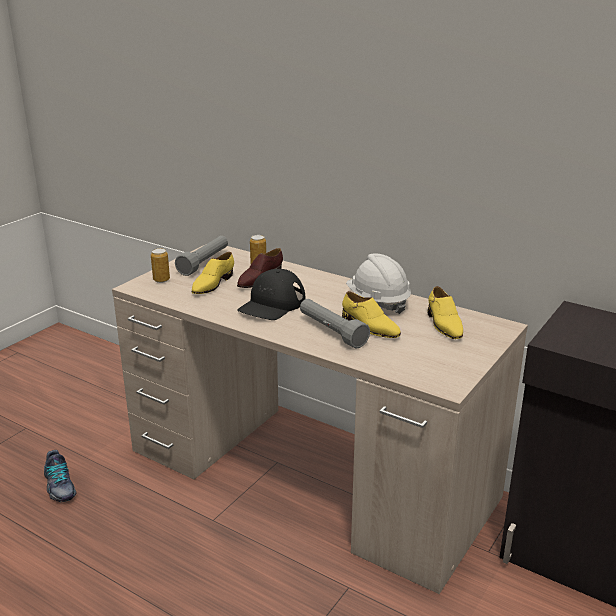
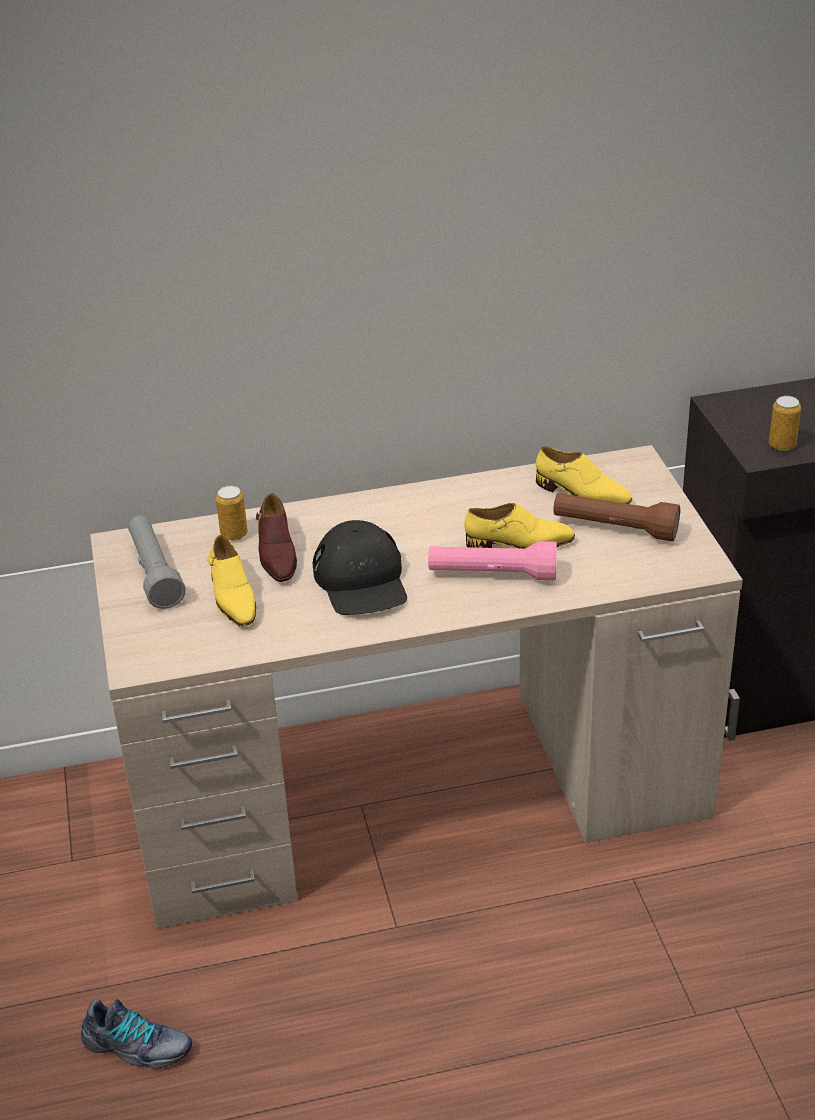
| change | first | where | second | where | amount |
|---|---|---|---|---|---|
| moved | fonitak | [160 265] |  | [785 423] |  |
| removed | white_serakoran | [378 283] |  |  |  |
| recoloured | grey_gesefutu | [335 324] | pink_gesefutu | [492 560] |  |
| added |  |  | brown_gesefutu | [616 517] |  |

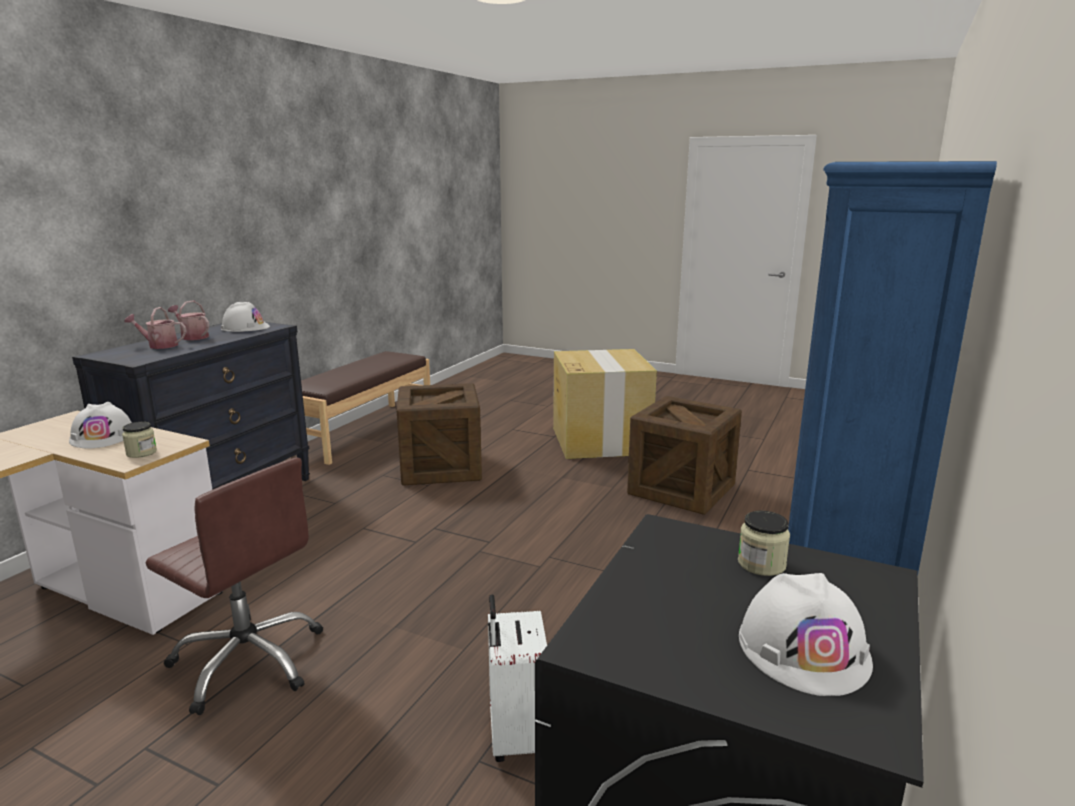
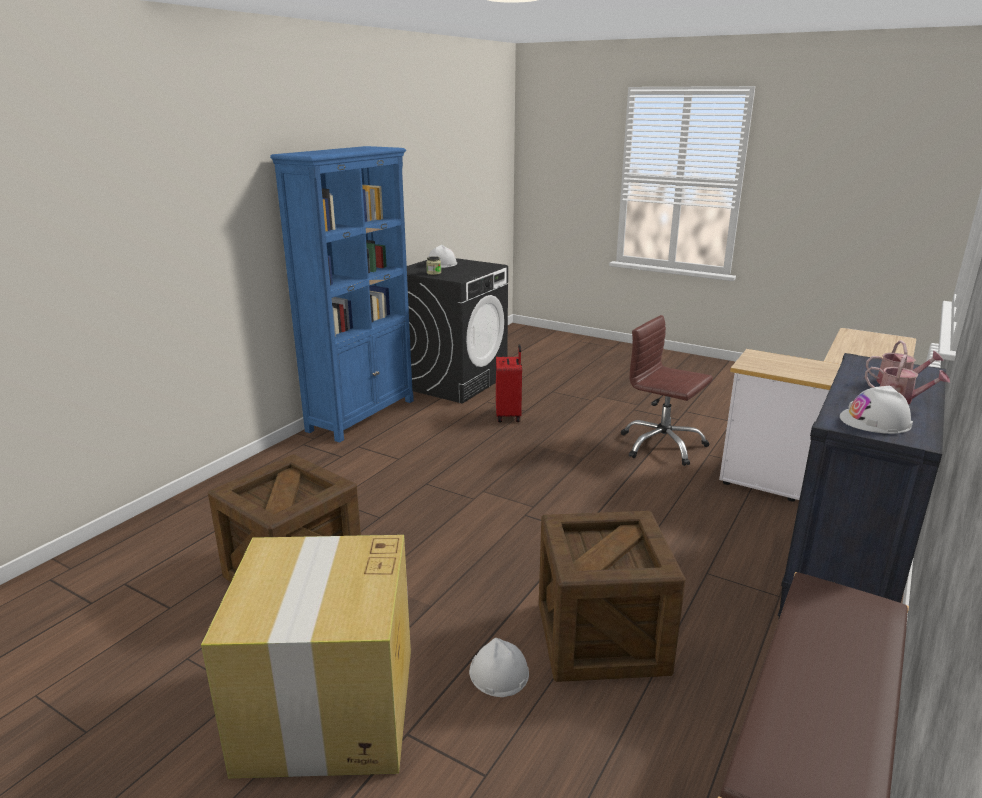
| change | first | where | second | where | amount |
|---|---|---|---|---|---|
| moved | white_serakoran | [100 425] |  | [499 667] |  |
| removed | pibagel | [139 440] |  |  |  |
| recoloured | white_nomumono | [517 678] | red_nomumono | [509 383] |  |

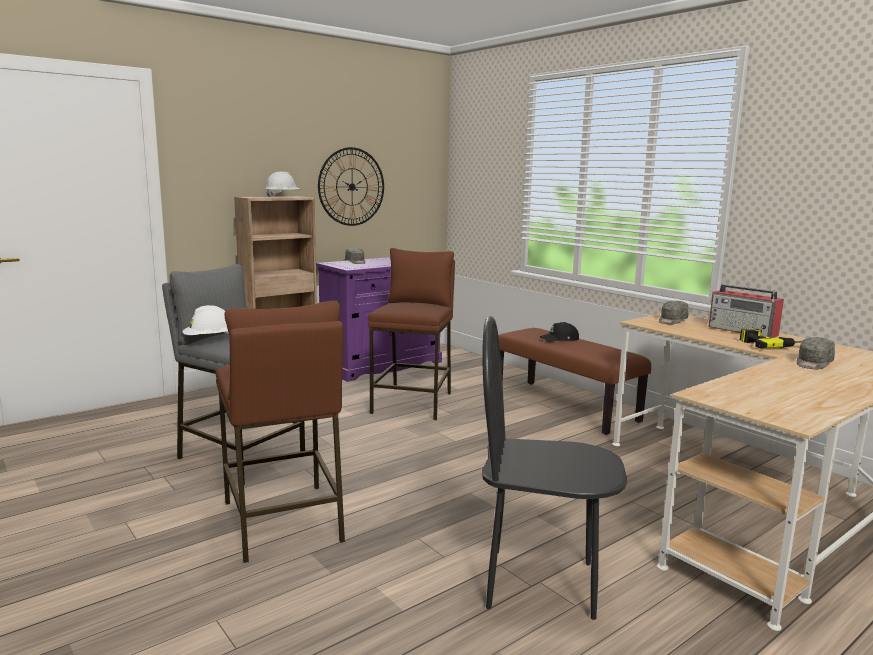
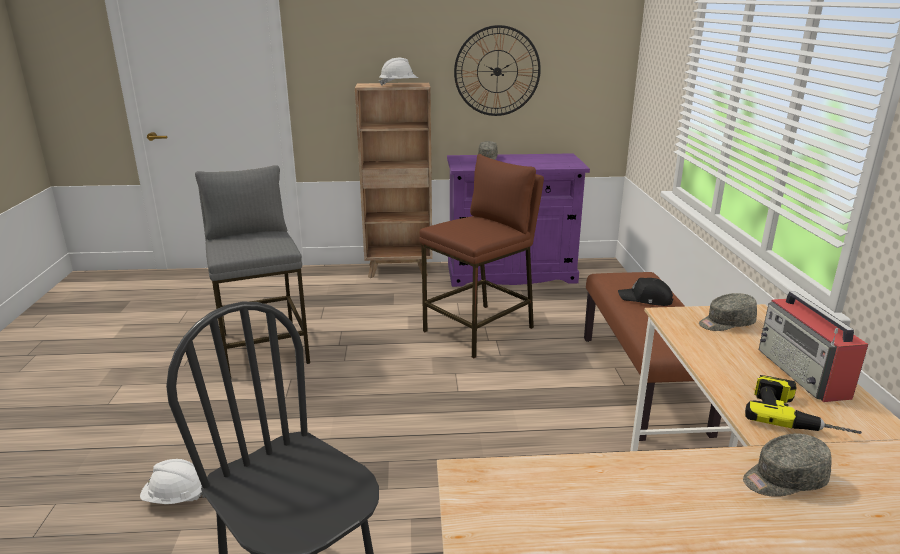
| change | first | where | second | where | amount |
|---|---|---|---|---|---|
| removed | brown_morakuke | [280 432] |  |  |  |
| moved | white_serakoran | [206 320] |  | [172 481] |  |

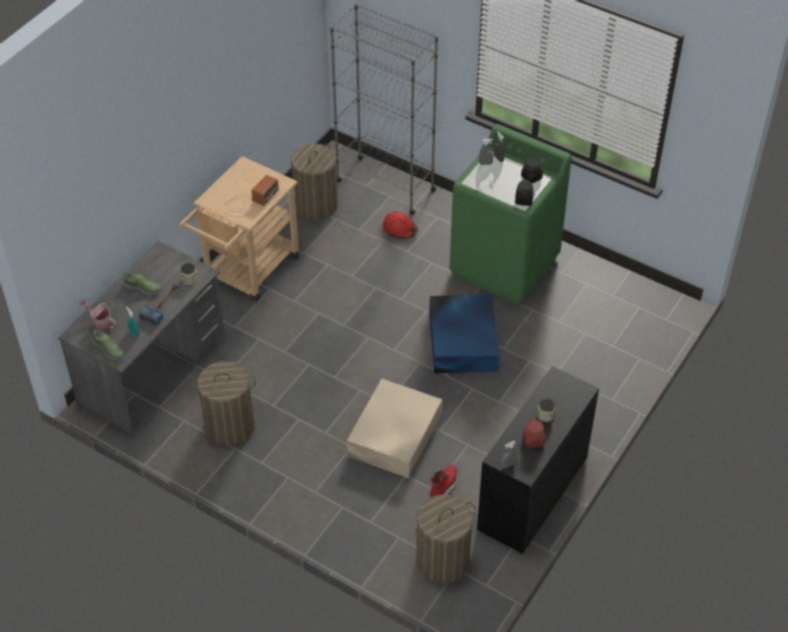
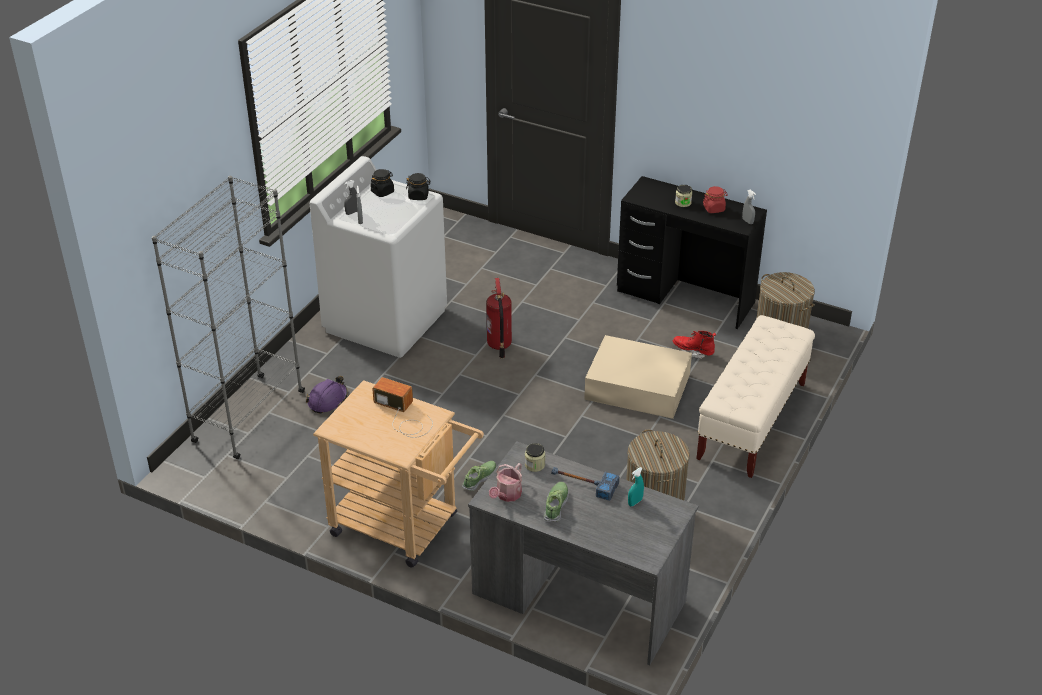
| change | first | where | second | where | amount |
|---|---|---|---|---|---|
| recoloured | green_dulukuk | [511 214] | white_dulukuk | [378 257] |  |
| removed | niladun | [314 182] |  |  |  |
| recoloured | red_serakoran | [400 225] | purple_serakoran | [327 395] |  |
| replaced | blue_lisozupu | [464 334] | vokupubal | [499 318] |  |
| moved | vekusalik | [98 315] |  | [505 482] |  |
| moved | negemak | [108 343] |  | [479 476] |  |
| added |  |  | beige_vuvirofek | [755 396] |  |

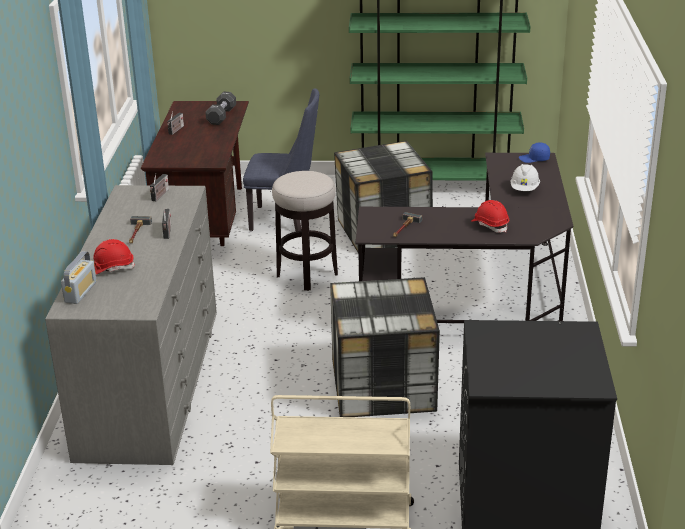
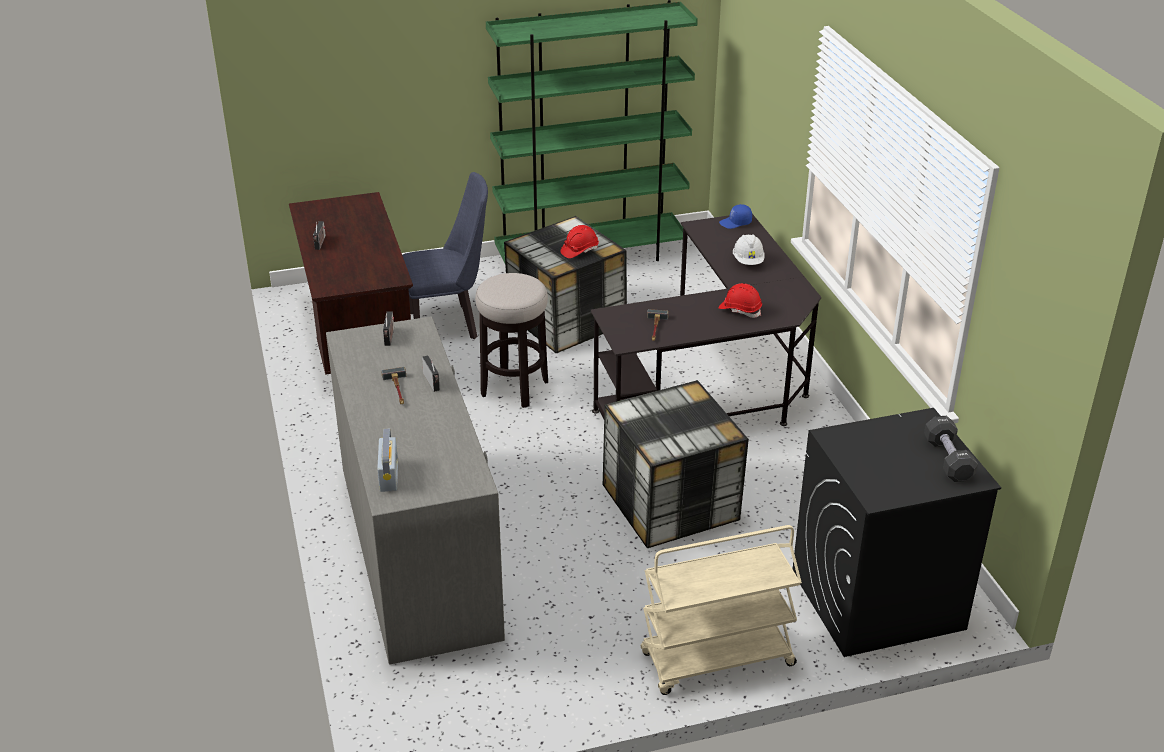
| change | first | where | second | where | amount |
|---|---|---|---|---|---|
| moved | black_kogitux | [220 108] |  | [951 449] |  |
| moved | red_serakoran | [114 256] |  | [580 241] |  |

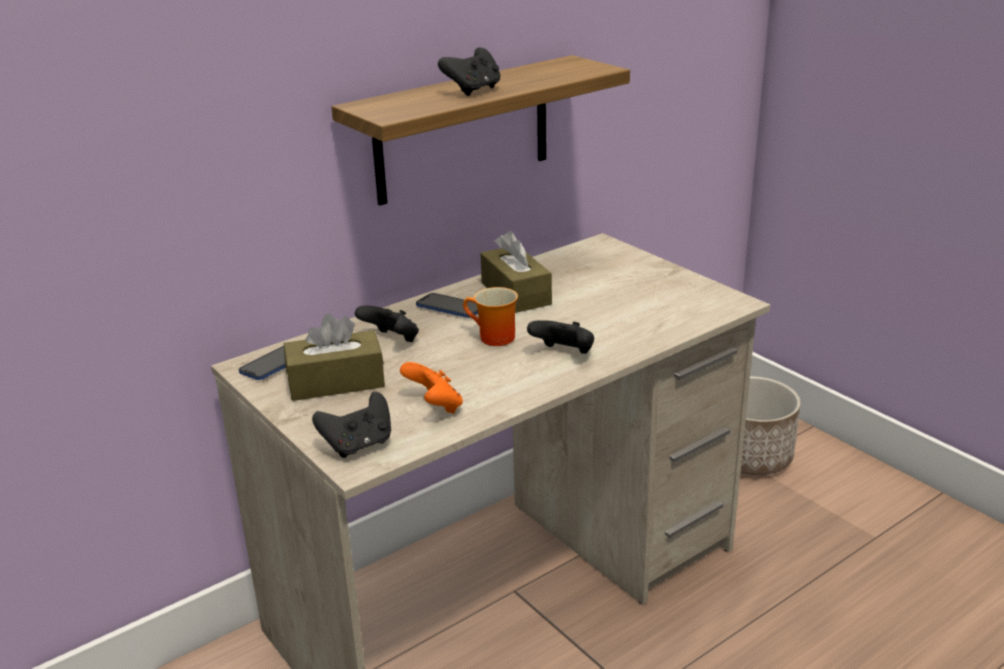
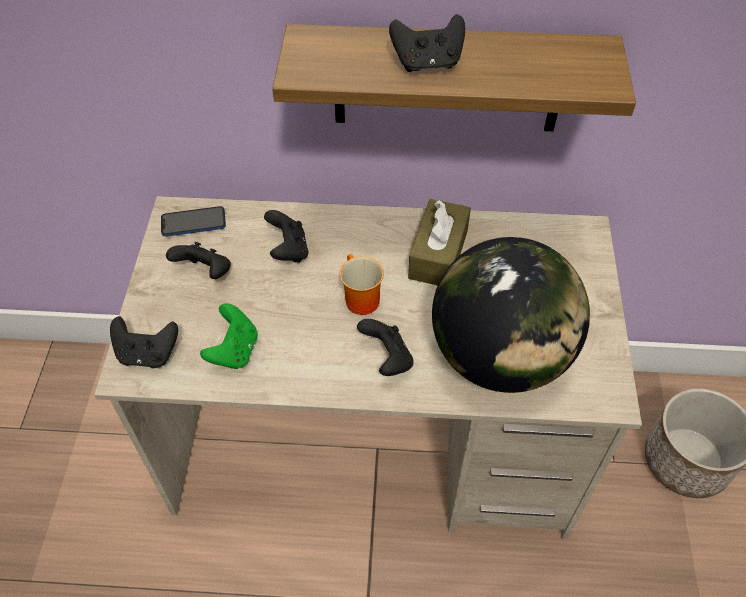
| change | first | where | second | where | amount |
|---|---|---|---|---|---|
| removed | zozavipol | [447 305] |  |  |  |
| replaced | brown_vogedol | [334 357] | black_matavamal | [198 260] |  |
| recoloured | orange_matavamal | [431 388] | green_matavamal | [229 336] |  |
| added |  |  | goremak | [511 315] |  |

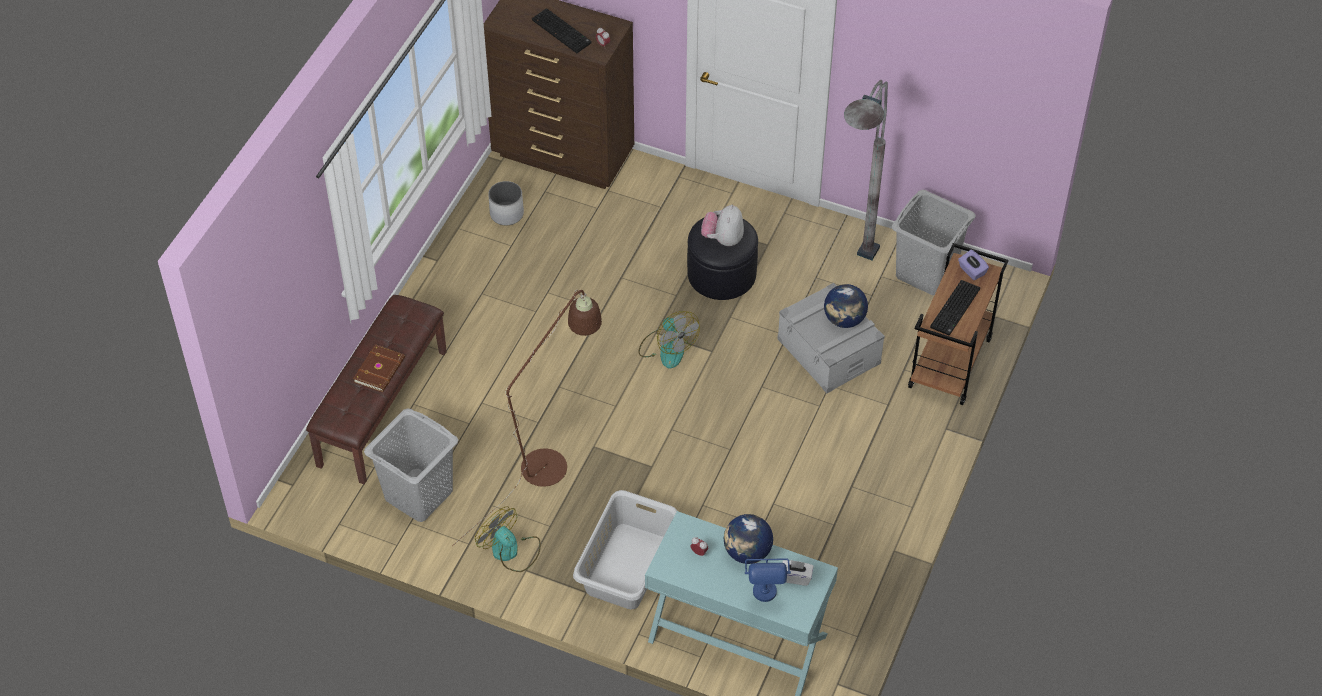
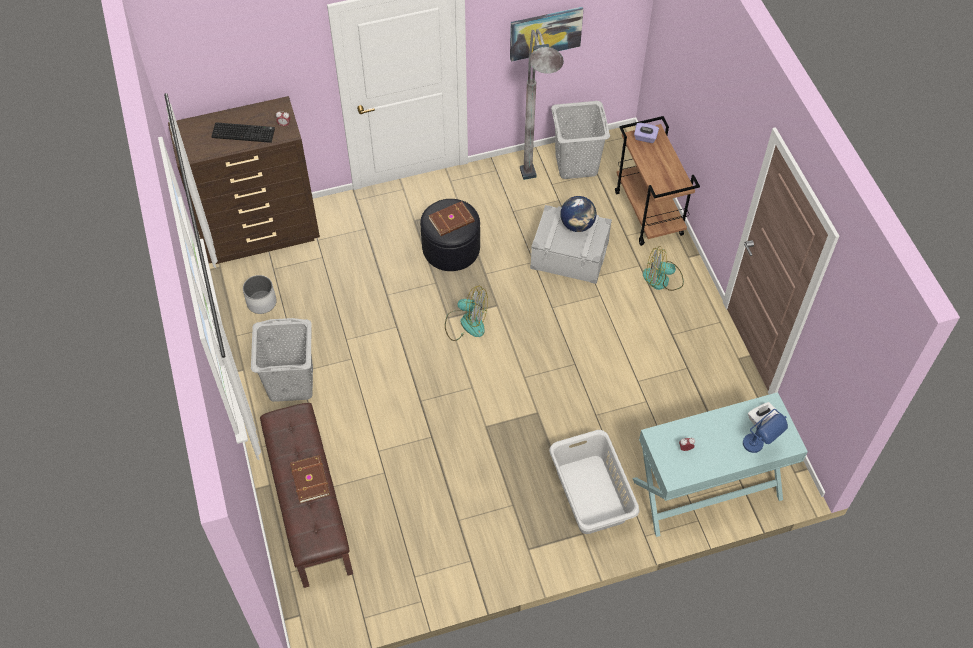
| change | first | where | second | where | amount |
|---|---|---|---|---|---|
| replaced | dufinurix | [722 225] | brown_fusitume | [452 218] |  |
| removed | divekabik | [955 307] |  |  |  |
| removed | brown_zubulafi | [527 418] |  |  |  |
| moved | grey_niladun | [411 465] |  | [282 360] |  |
| moved | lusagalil | [508 539] |  | [663 268] |  |
| removed | goremak | [748 539] |  |  |  |
| added |  |  | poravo | [547 34] |  |

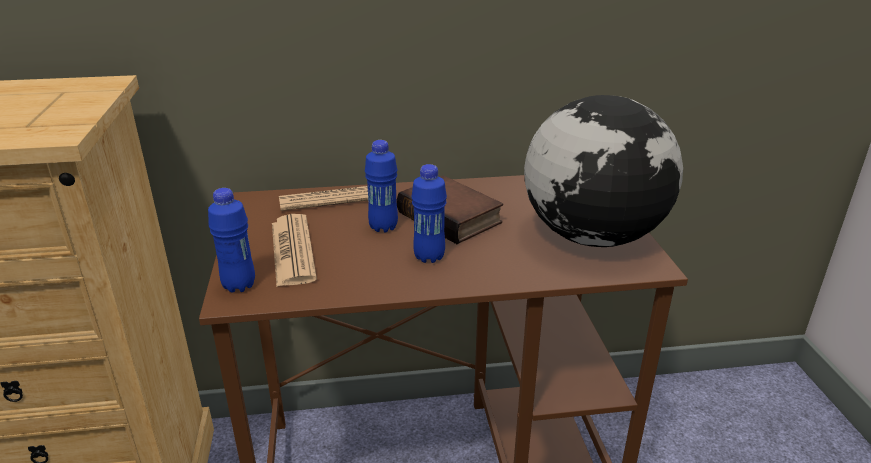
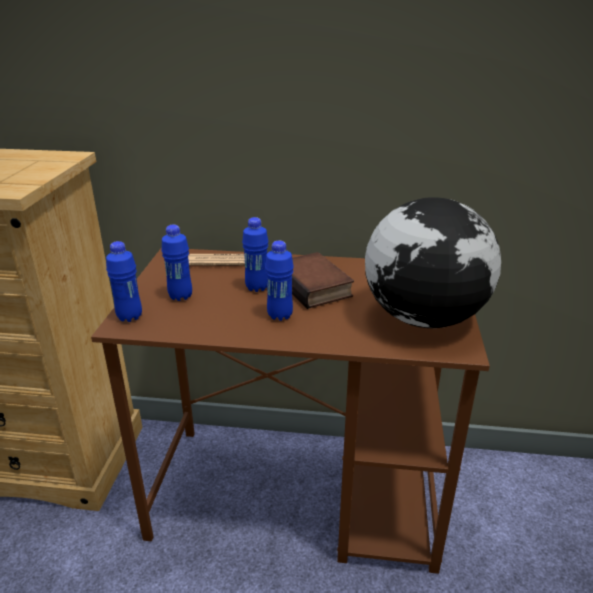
| change | first | where | second | where | amount |
|---|---|---|---|---|---|
| replaced | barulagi | [294 250] | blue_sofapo | [176 263] |  |

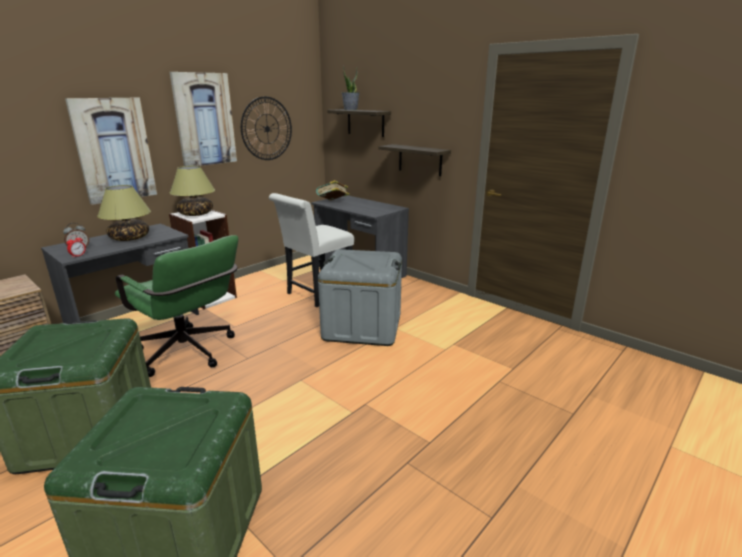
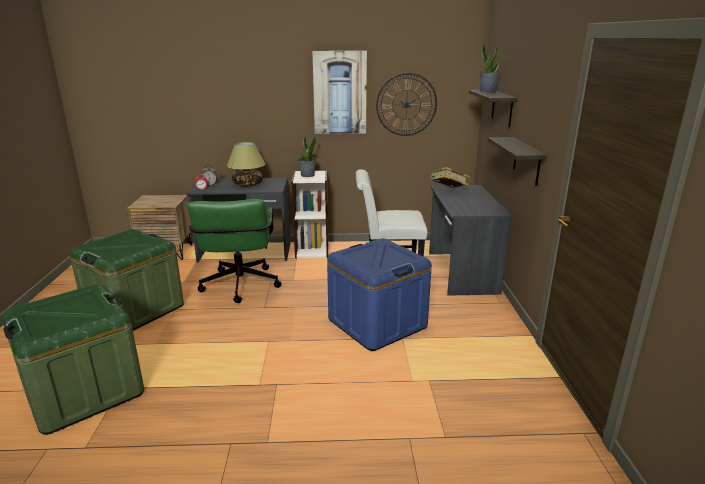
| change | first | where | second | where | amount |
|---|---|---|---|---|---|
| removed | poravo | [111 151] |  |  |  |
| replaced | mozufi | [192 191] | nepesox | [307 155] |  |
| recoloured | grey_lisozupu | [360 297] | blue_lisozupu | [379 294] |  |

